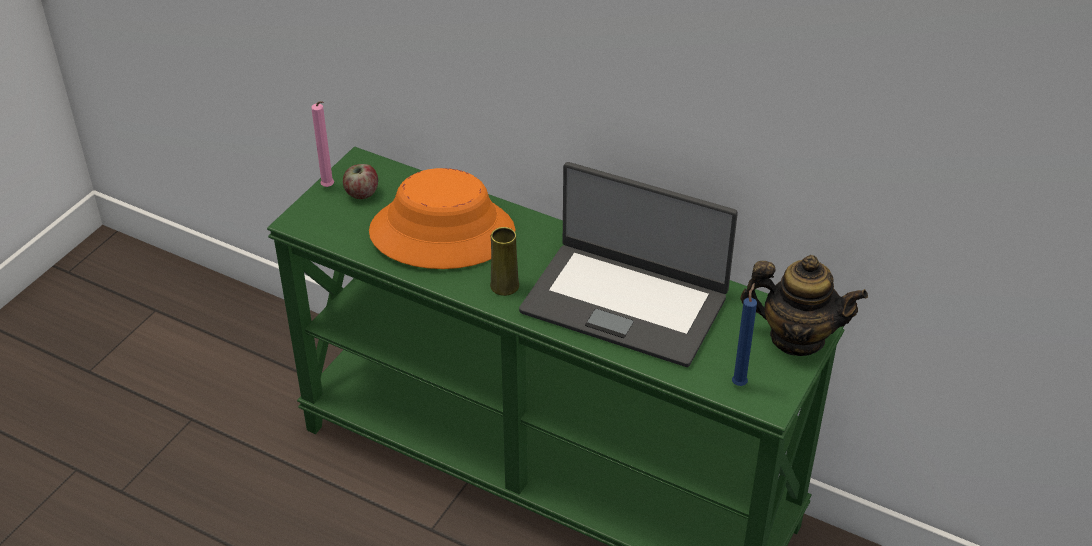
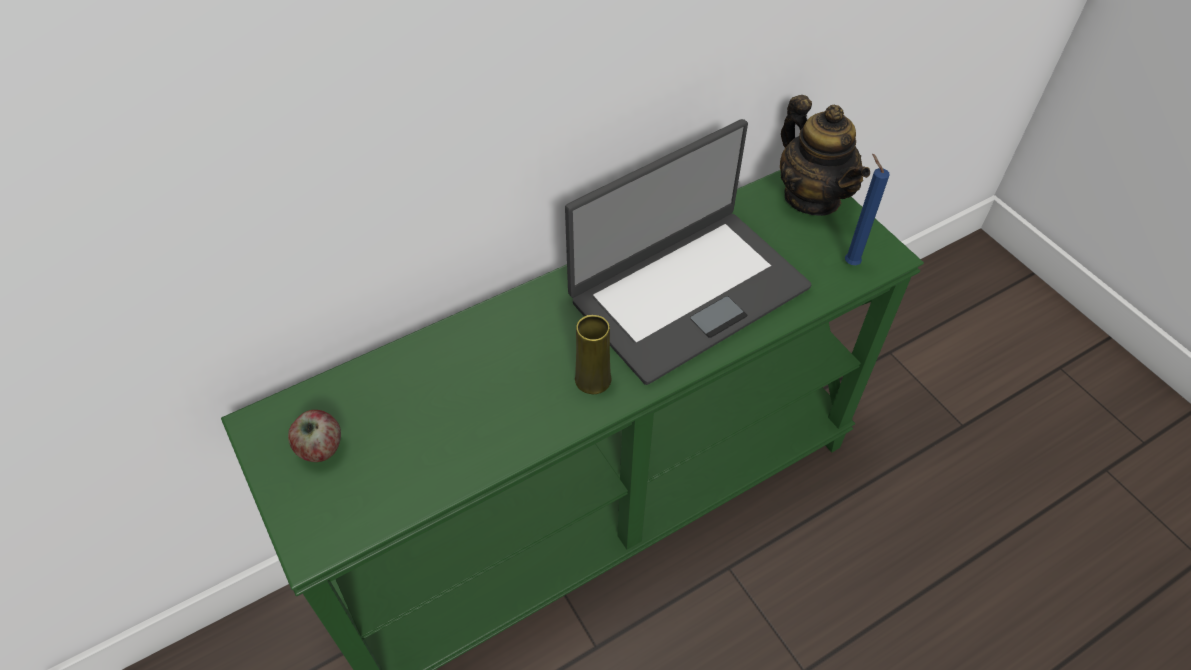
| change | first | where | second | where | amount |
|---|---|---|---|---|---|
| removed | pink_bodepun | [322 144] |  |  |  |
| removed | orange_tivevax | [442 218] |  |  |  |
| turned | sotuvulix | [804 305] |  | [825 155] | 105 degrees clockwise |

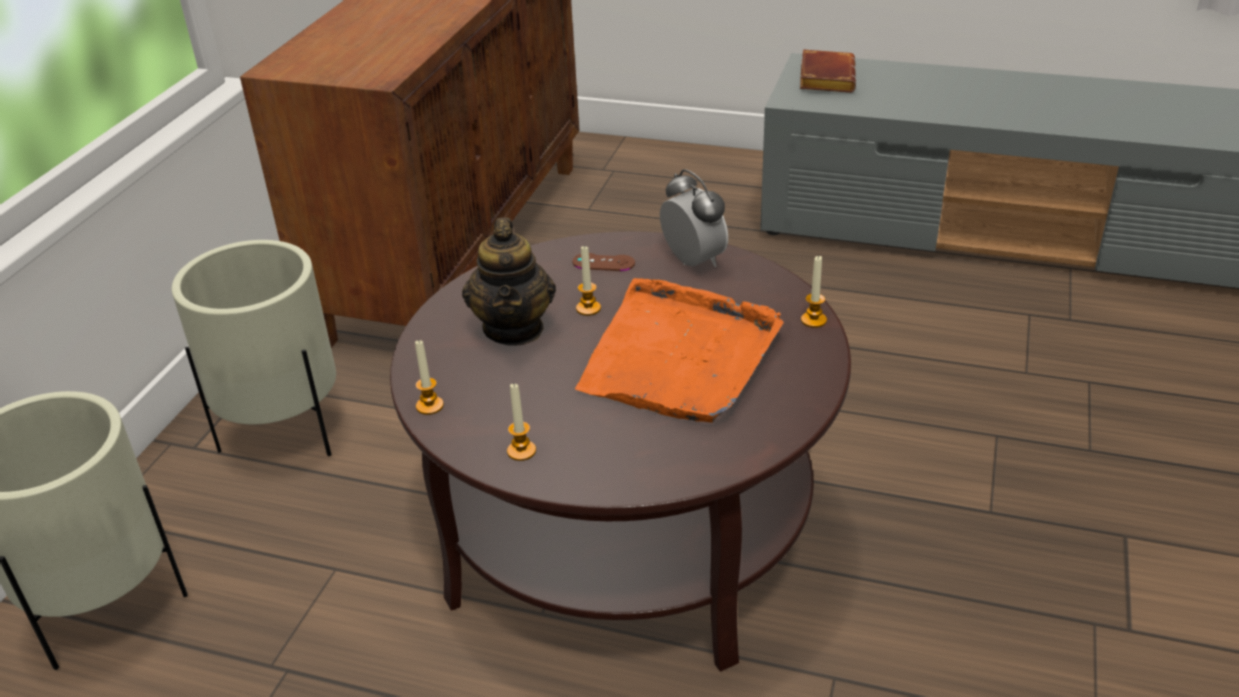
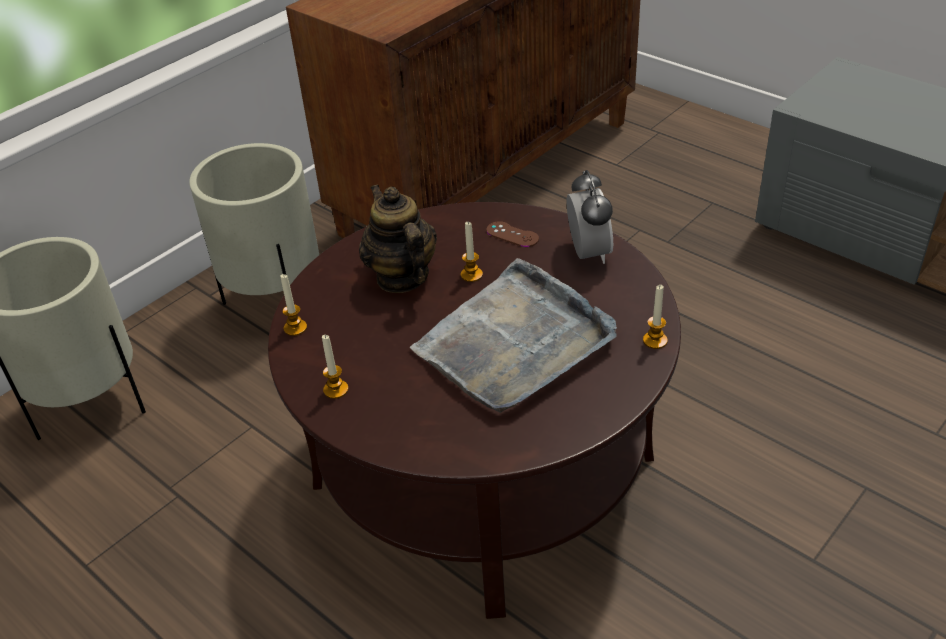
| change | first | where | second | where | amount |
|---|---|---|---|---|---|
| removed | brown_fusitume | [828 71] |  |  |  |
| turned | sotuvulix | [509 281] |  | [398 238] | 135 degrees clockwise |
| recoloured | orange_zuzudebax | [679 350] | grey_zuzudebax | [513 335] |  |

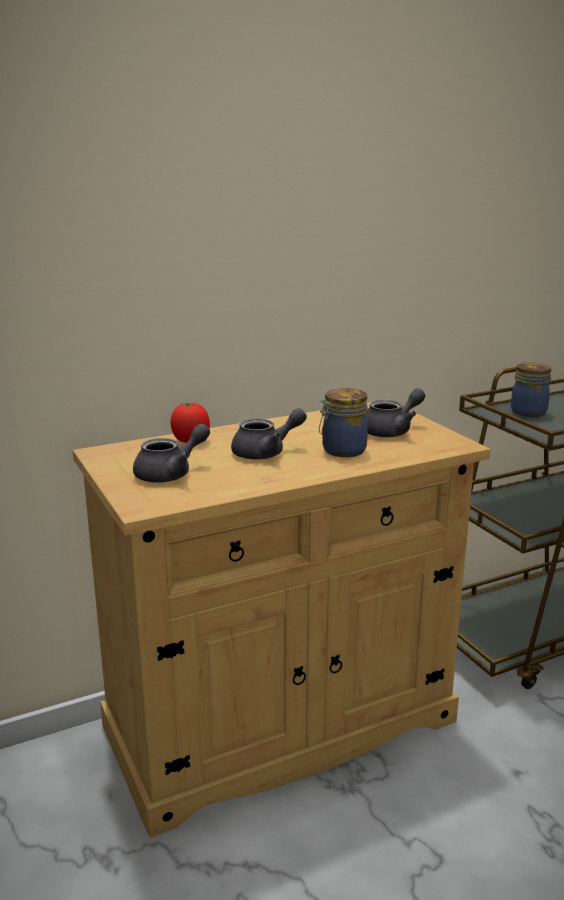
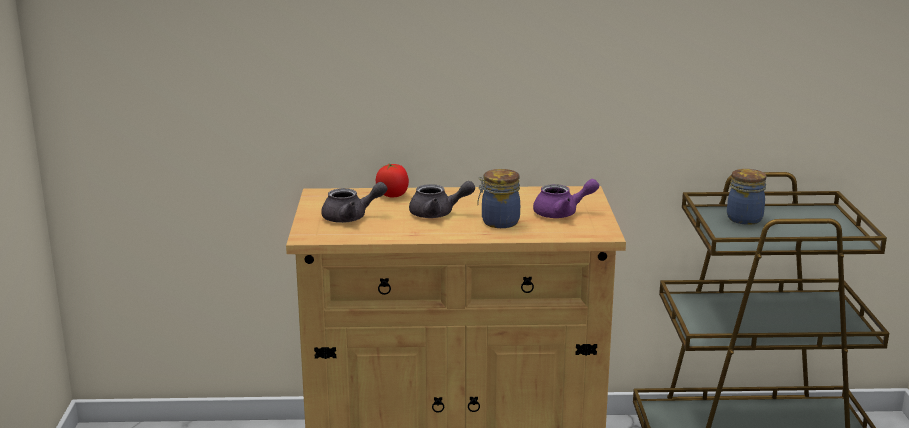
| change | first | where | second | where | amount |
|---|---|---|---|---|---|
| recoloured | grey_sotuvulix | [395 412] | purple_sotuvulix | [566 198] |  |

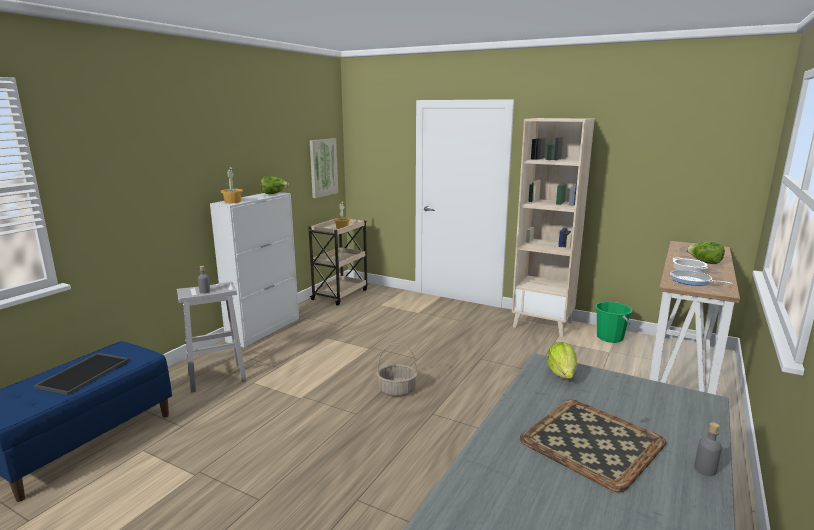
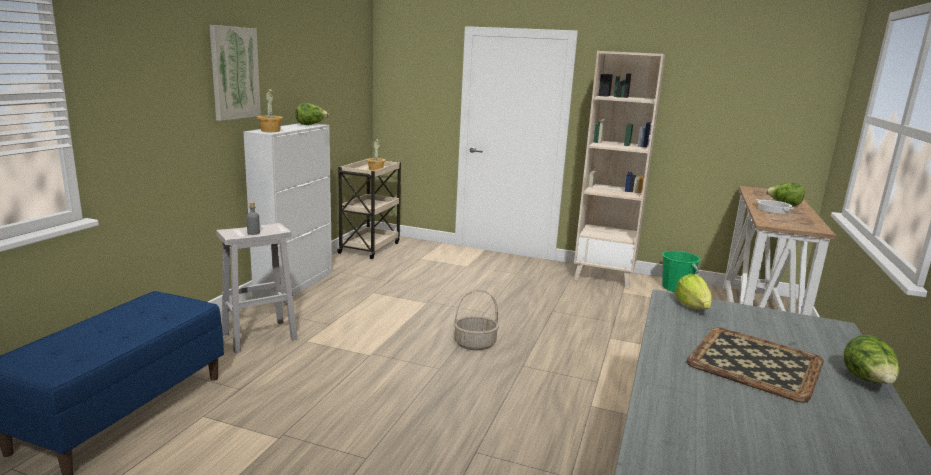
| change | first | where | second | where | amount |
|---|---|---|---|---|---|
| moved | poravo | [324 168] |  | [235 73] |  |
| removed | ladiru | [701 278] |  |  |  |
| removed | zuzudebax | [81 374] |  |  |  |
| replaced | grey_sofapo | [708 449] | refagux | [872 359] |  |

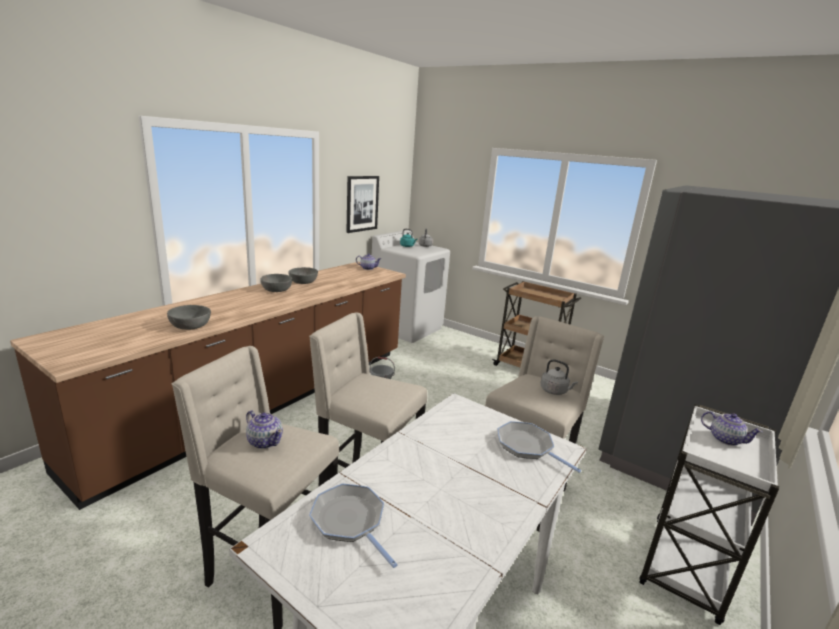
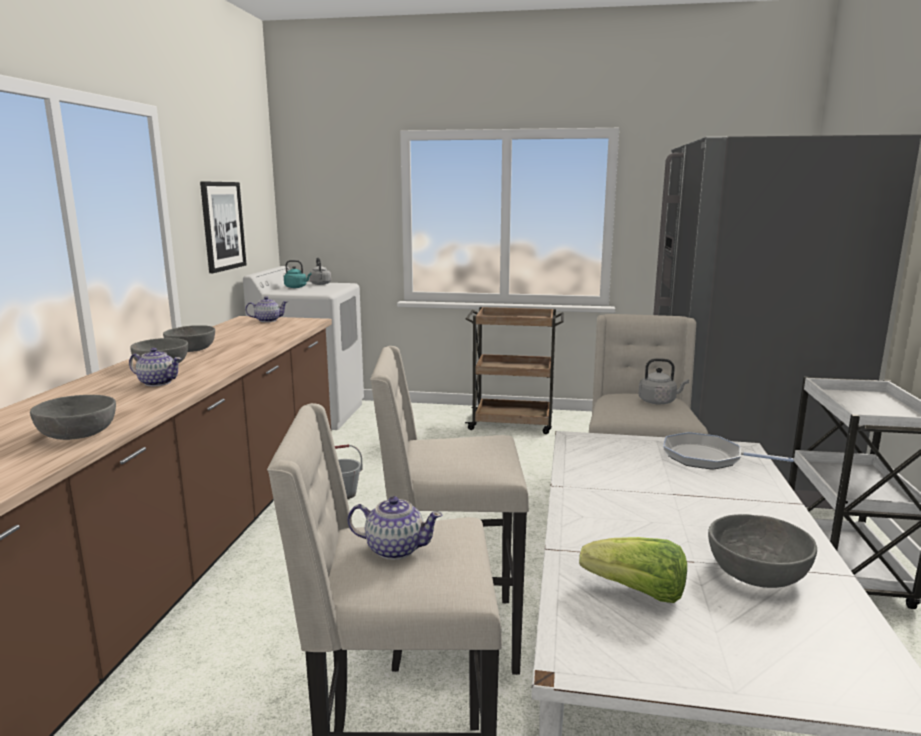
| change | first | where | second | where | amount |
|---|---|---|---|---|---|
| moved | sotuvulix | [732 428] |  | [155 367] |  |
| replaced | ladiru | [353 525] | refagux | [633 570] |  |
| added |  |  | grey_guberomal | [762 551] |  |

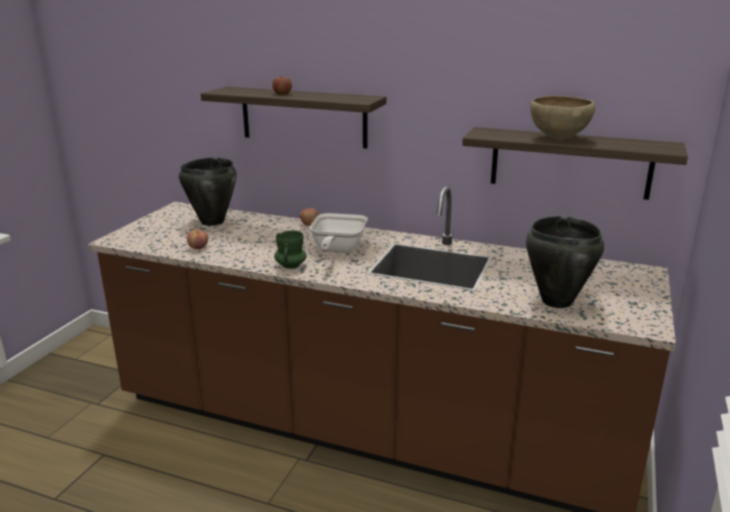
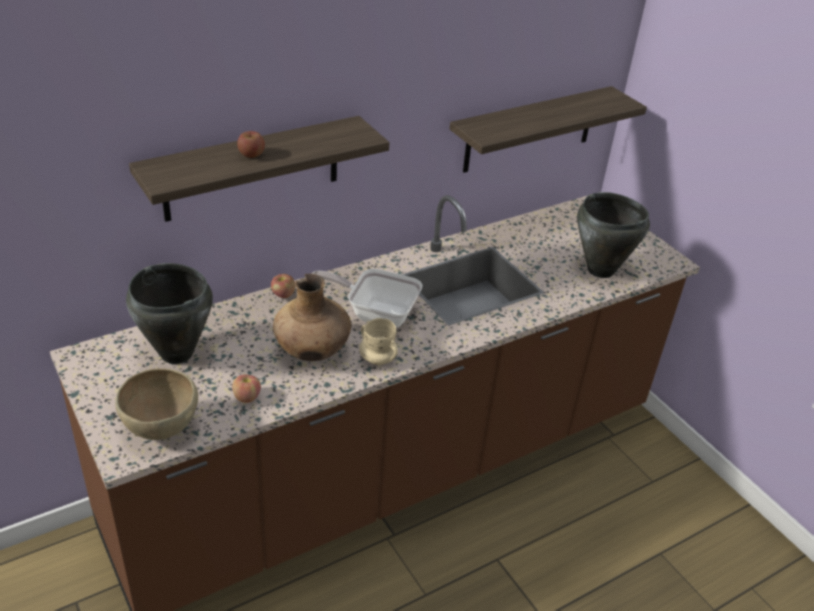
| change | first | where | second | where | amount |
|---|---|---|---|---|---|
| moved | brown_guberomal | [562 117] |  | [156 404] |  |
| turned | ladiru | [338 233] |  | [367 298] | 150 degrees clockwise |
| recoloured | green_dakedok | [290 249] | beige_dakedok | [378 341] |  |
| added |  |  | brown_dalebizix | [312 317] |  |

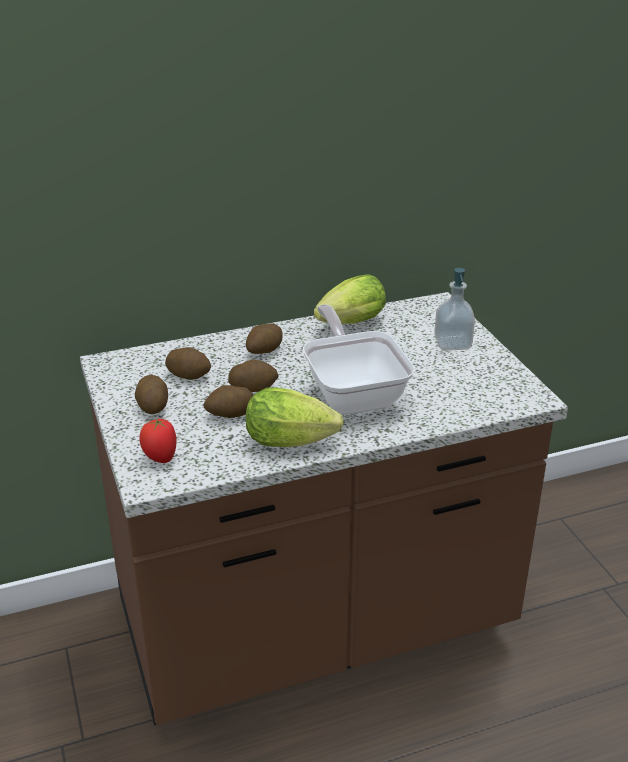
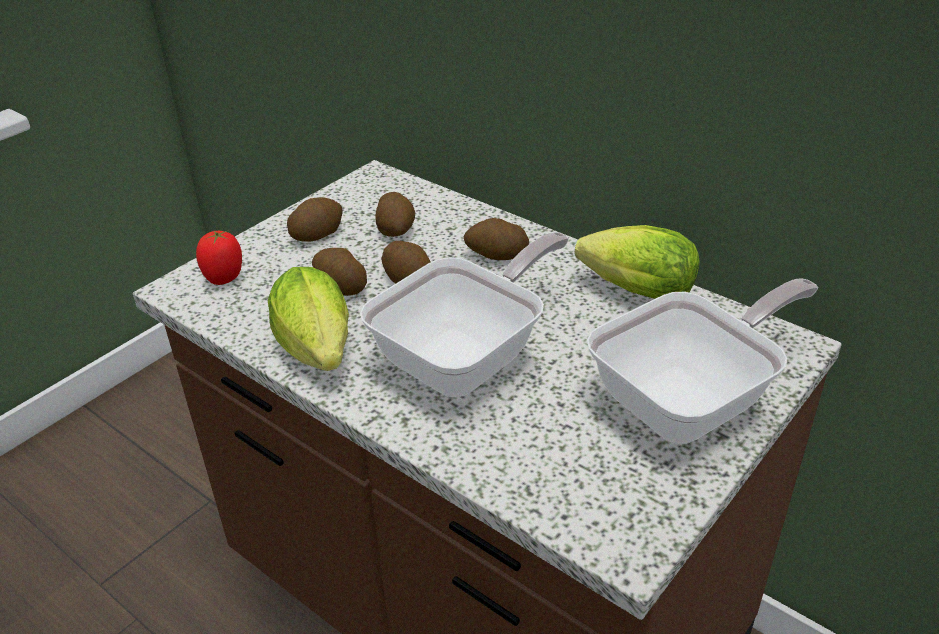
| change | first | where | second | where | amount |
|---|---|---|---|---|---|
| replaced | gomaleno | [454 309] | ladiru | [702 361] |  |

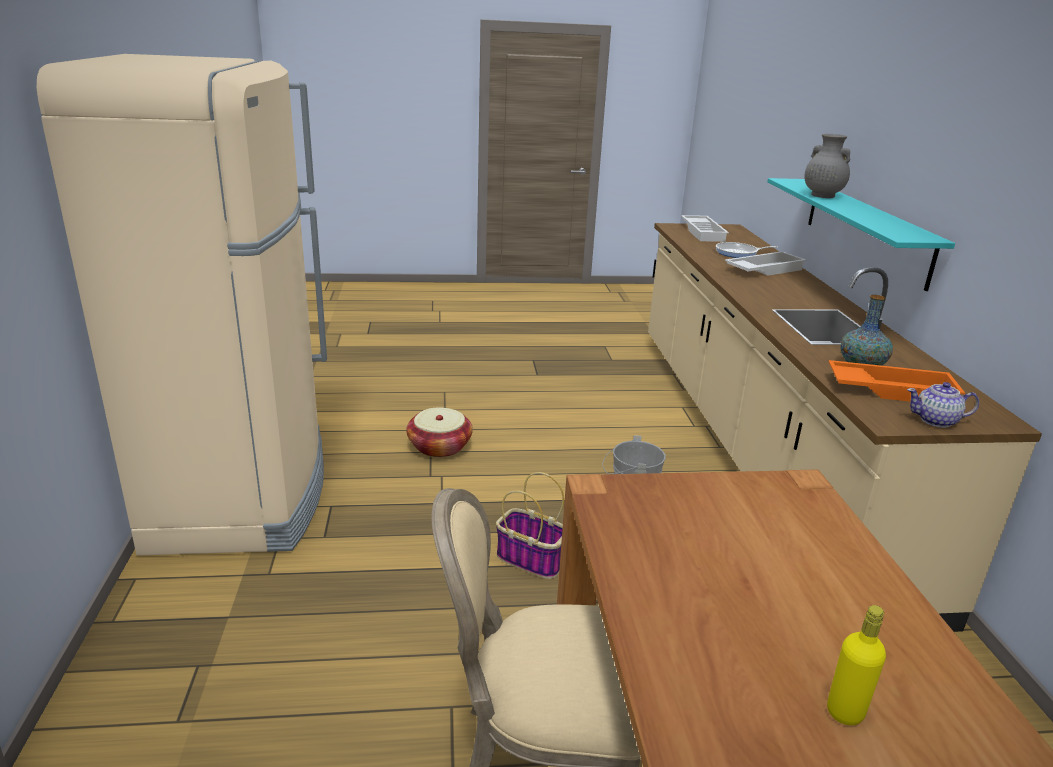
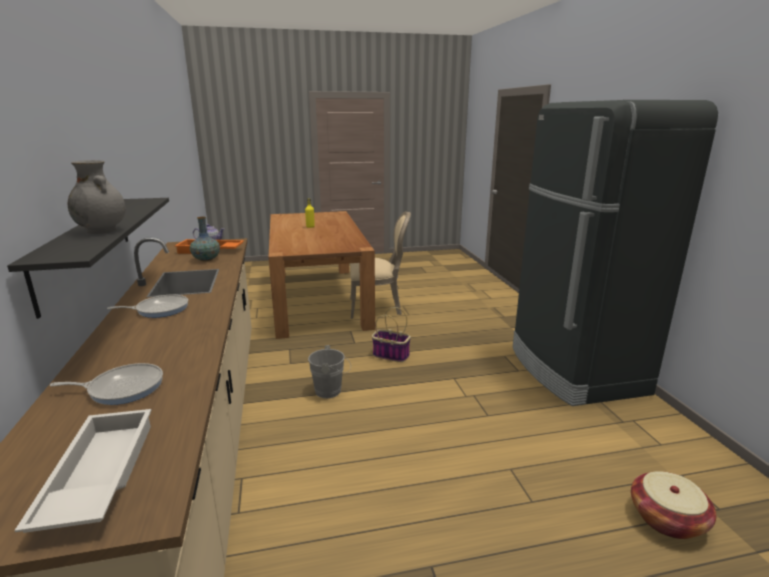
| change | first | where | second | where | amount |
|---|---|---|---|---|---|
| recoloured | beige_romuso | [182 305] | black_romuso | [615 253] |  |
| recoloured | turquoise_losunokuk | [861 234] | black_losunokuk | [88 258] |  |
| removed | white_zuzudebax | [765 263] |  |  |  |
| moved | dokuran | [439 433] |  | [673 505] |  |
| added |  |  | ladiru | [147 306] |  |

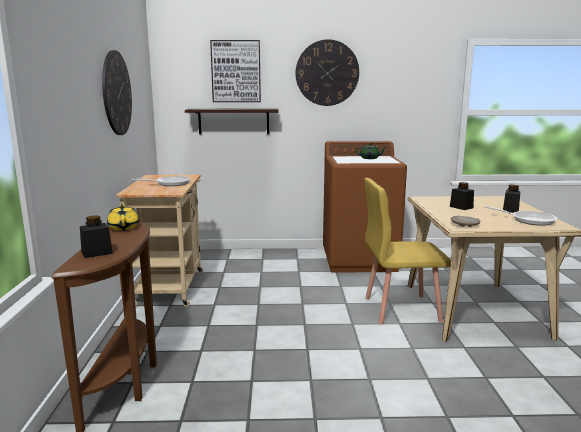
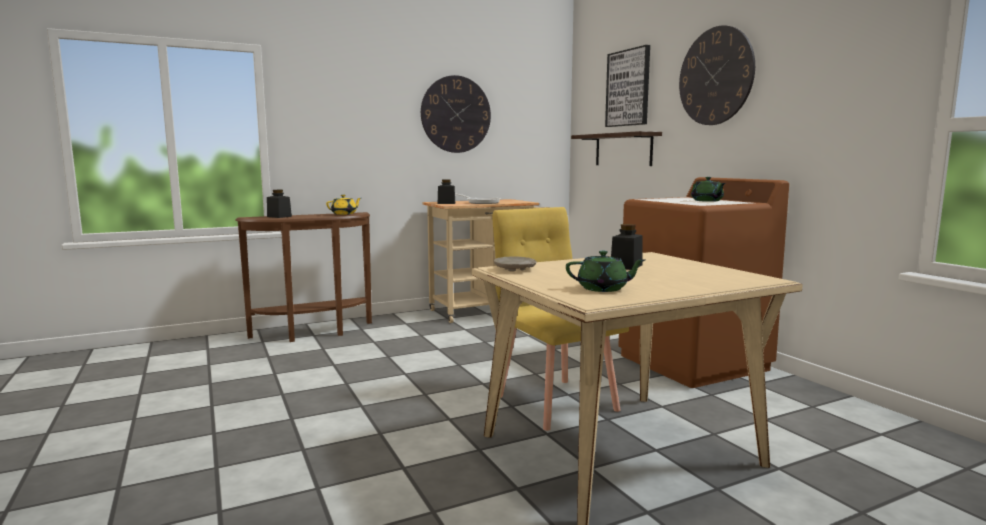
| change | first | where | second | where | amount |
|---|---|---|---|---|---|
| moved | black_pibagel | [512 199] |  | [446 191] |  |
| replaced | ladiru | [520 216] | green_sotuvulix | [606 271] |  |

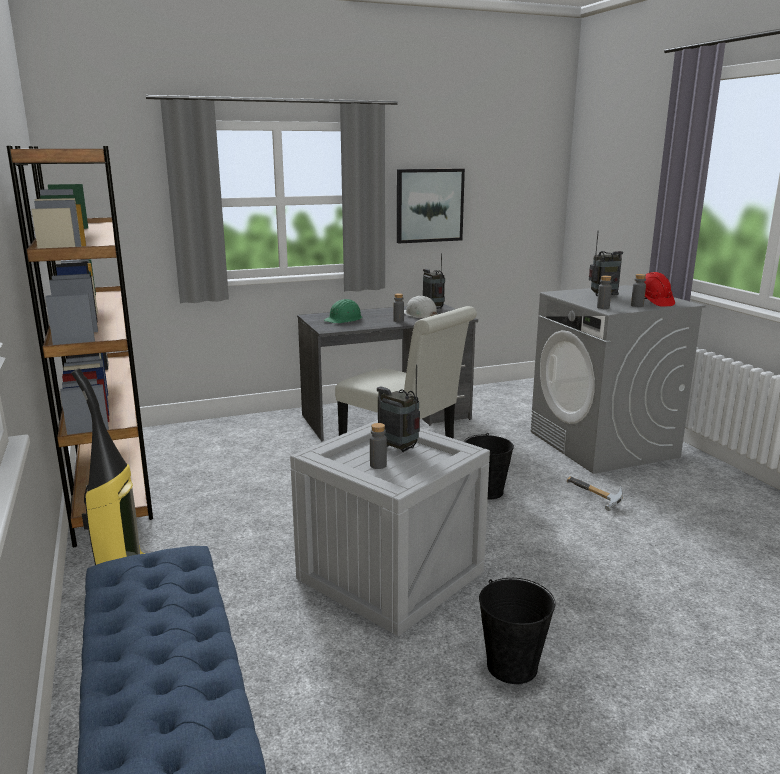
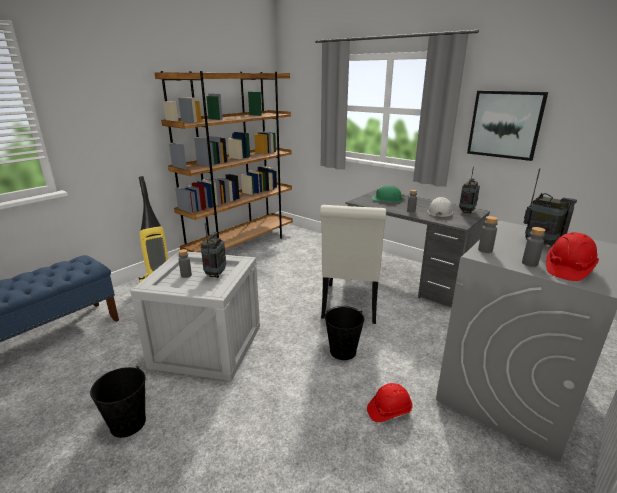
| change | first | where | second | where | amount |
|---|---|---|---|---|---|
| replaced | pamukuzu | [595 493] | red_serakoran | [390 402] |  |

